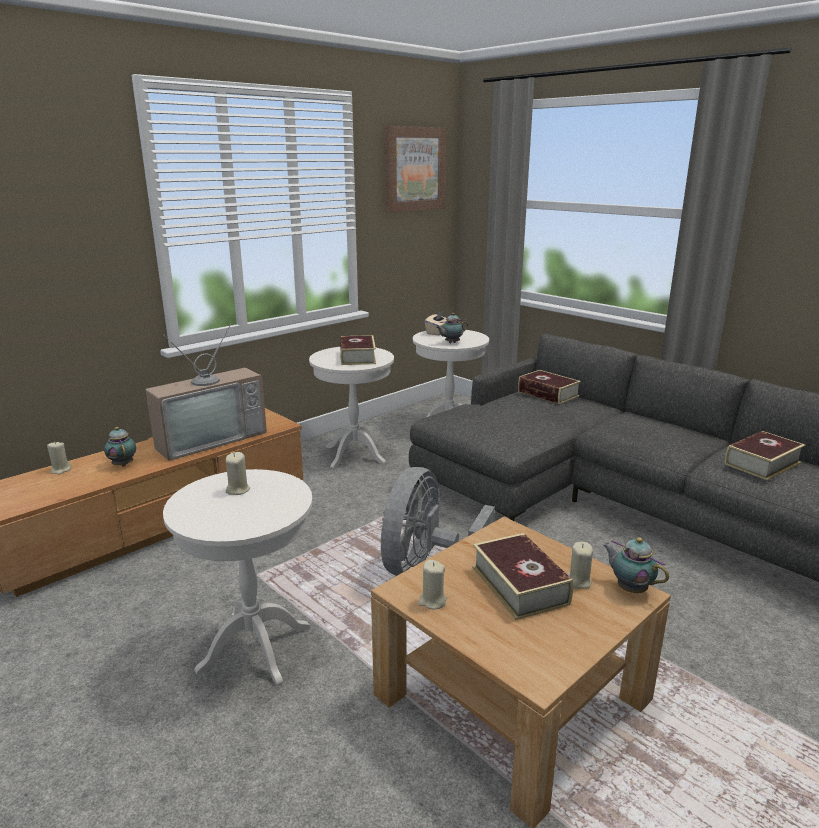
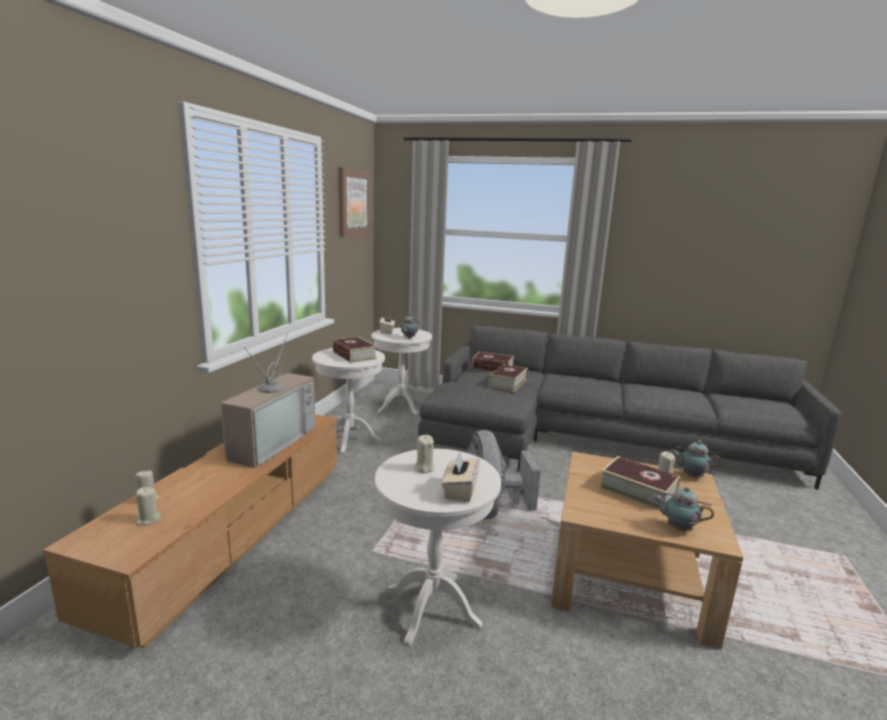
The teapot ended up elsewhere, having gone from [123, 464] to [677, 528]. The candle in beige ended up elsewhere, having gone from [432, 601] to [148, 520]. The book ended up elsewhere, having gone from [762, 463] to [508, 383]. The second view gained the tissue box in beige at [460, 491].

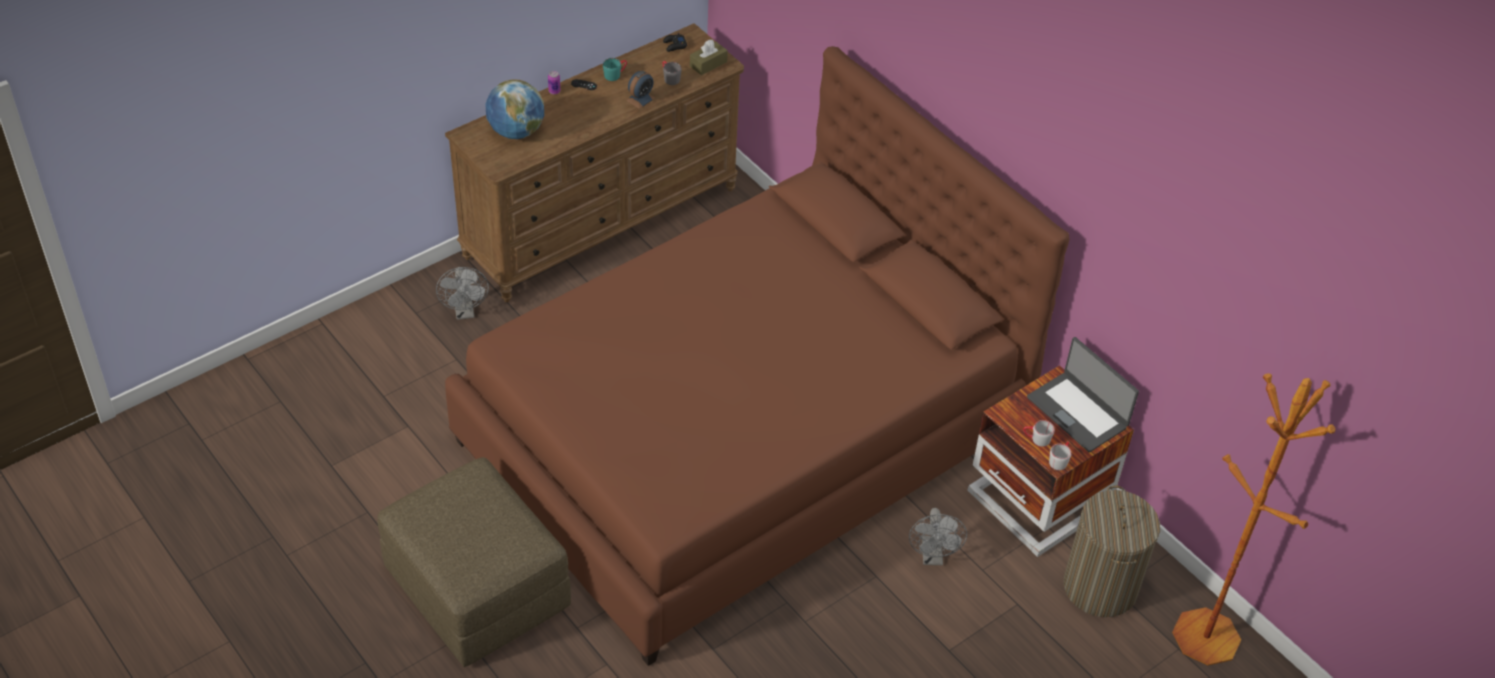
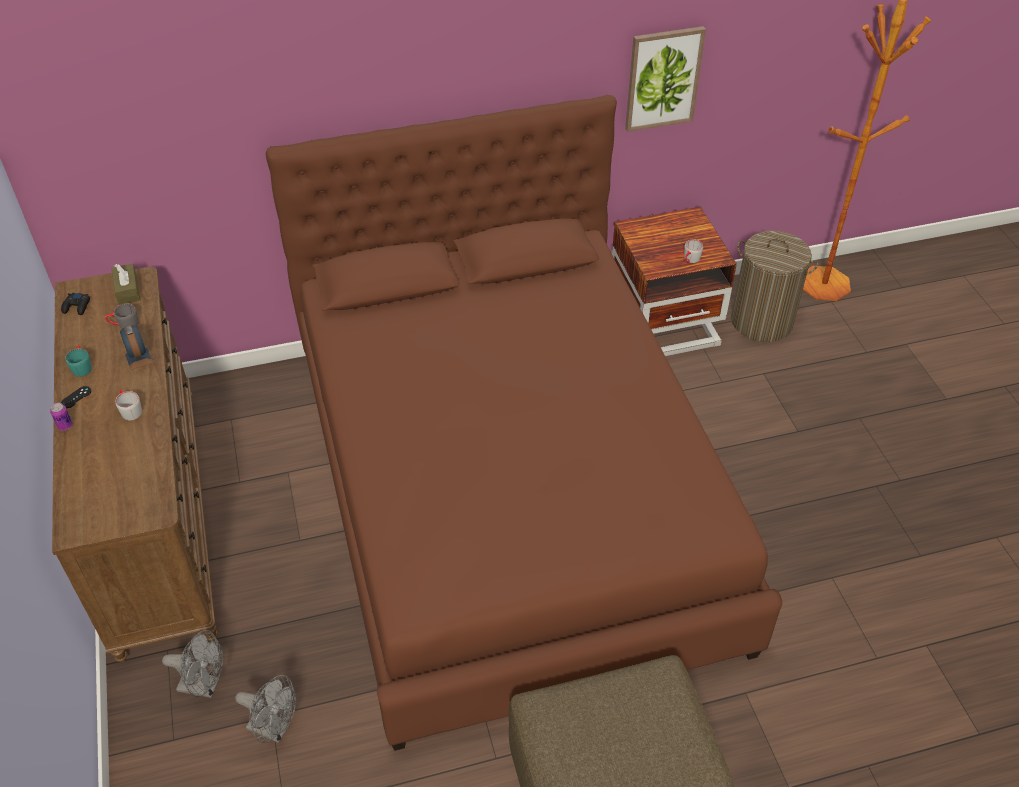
The second view lost the globe at [516, 132]. The fan in grey ended up elsewhere, having gone from [932, 557] to [274, 729]. The second view lost the laptop at [1078, 412]. The mug in grey ended up elsewhere, having gone from [1059, 460] to [129, 410]. The second view gained the picture at [663, 78].

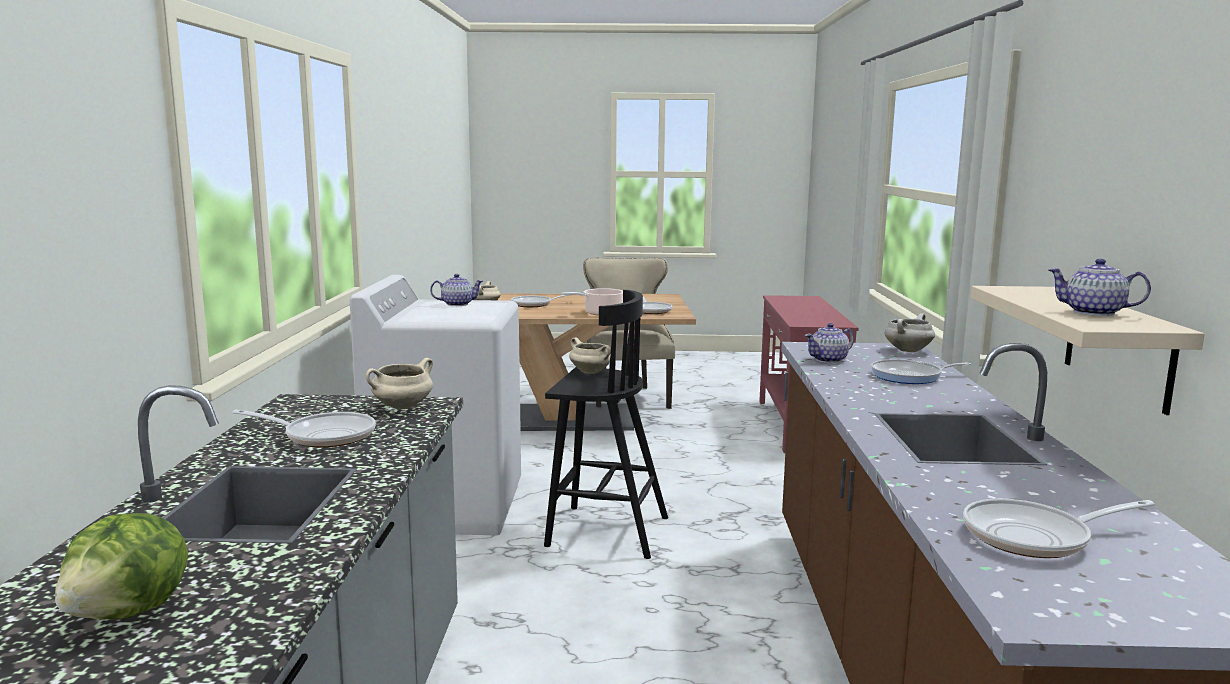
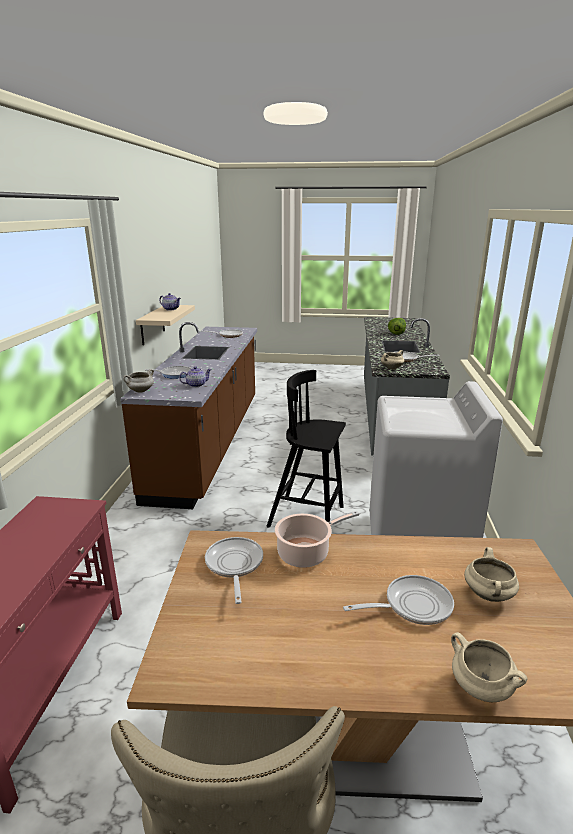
The second view lost the teapot at [457, 304]. The cooking pot in beige ended up elsewhere, having gone from [591, 372] to [479, 687].

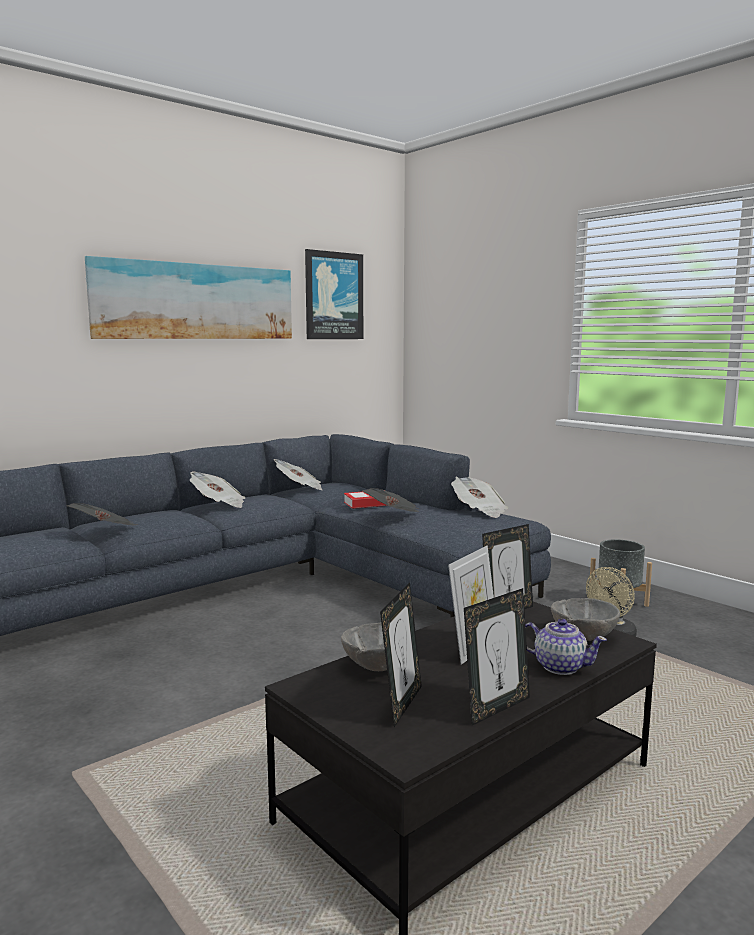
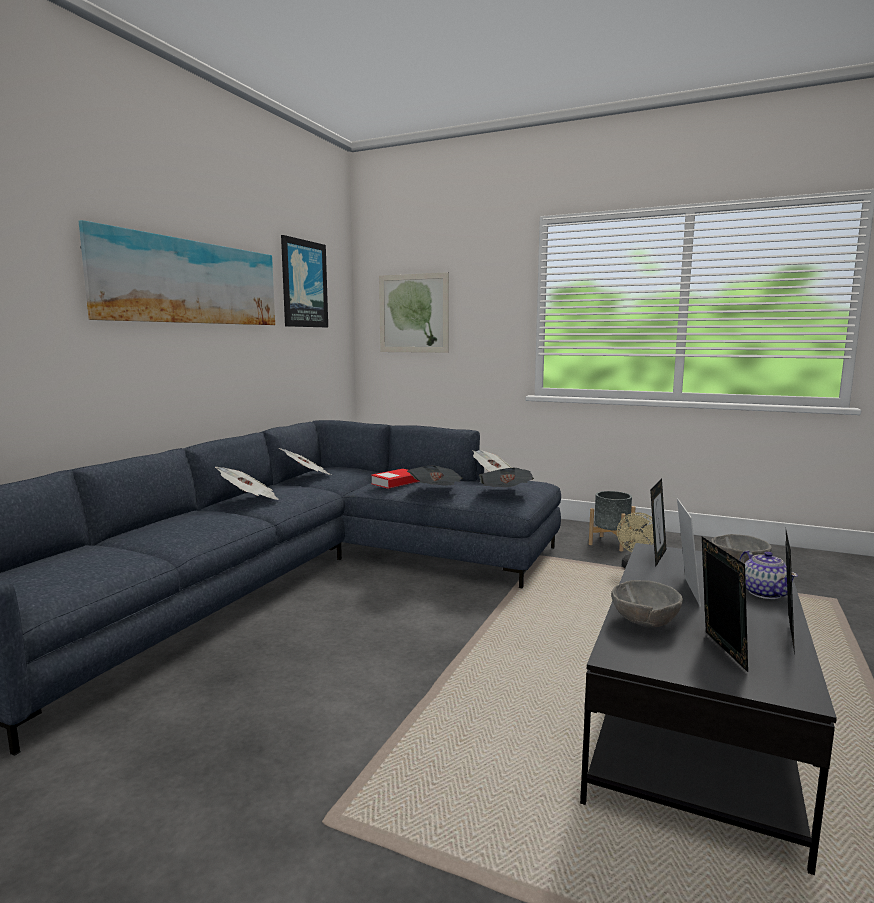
The newspaper ended up elsewhere, having gone from [105, 532] to [505, 493]. The teapot at [559, 666] ended up facing another way, 75 degrees clockwise from before. The second view gained the picture at [413, 313].

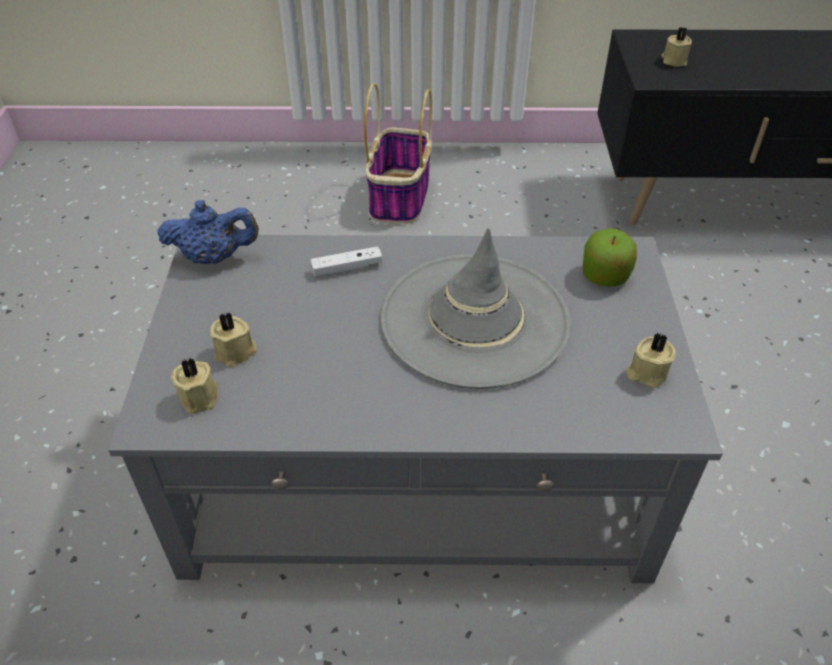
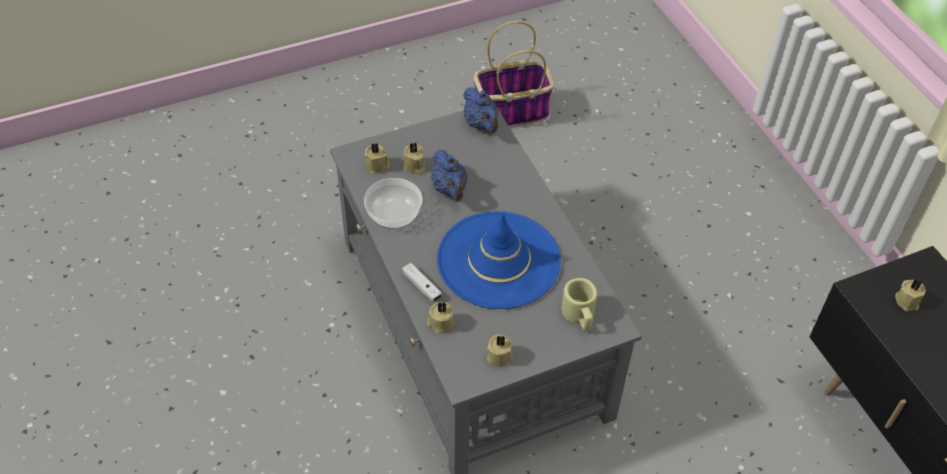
The game controller in white ended up elsewhere, having gone from [347, 268] to [422, 286]. The basket ended up elsewhere, having gone from [399, 198] to [511, 112]. What was the hat in grey at [474, 319] turned into the hat in blue at [498, 260]. Where the apple stood at [605, 275], the mug in beige came to stand at [579, 316]. The second view gained the bowl at [393, 213]. The second view gained the candle in beige at [440, 323]. The second view gained the teapot in blue at [450, 189].

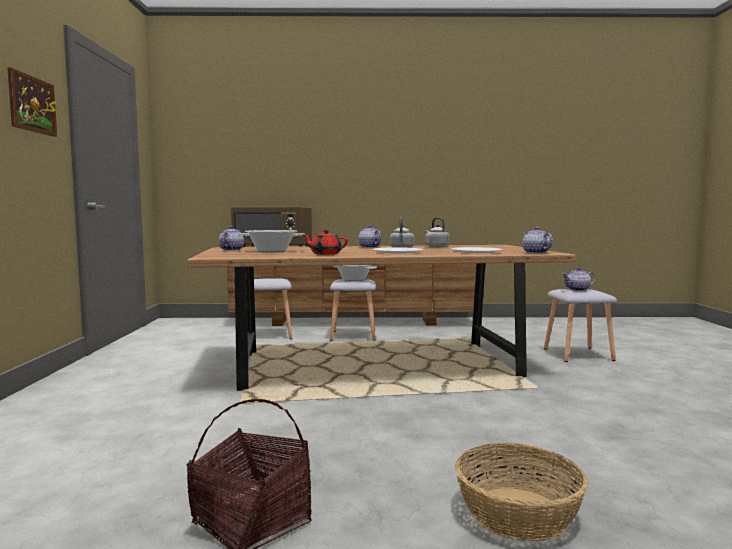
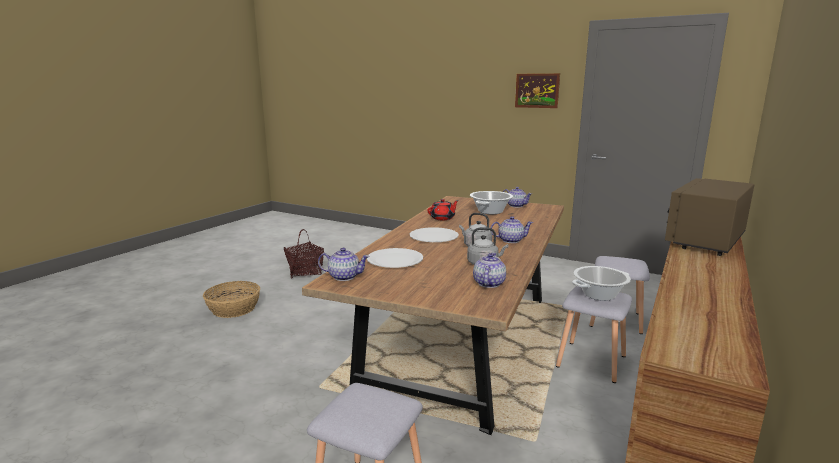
The teapot ended up elsewhere, having gone from [578, 289] to [488, 283].

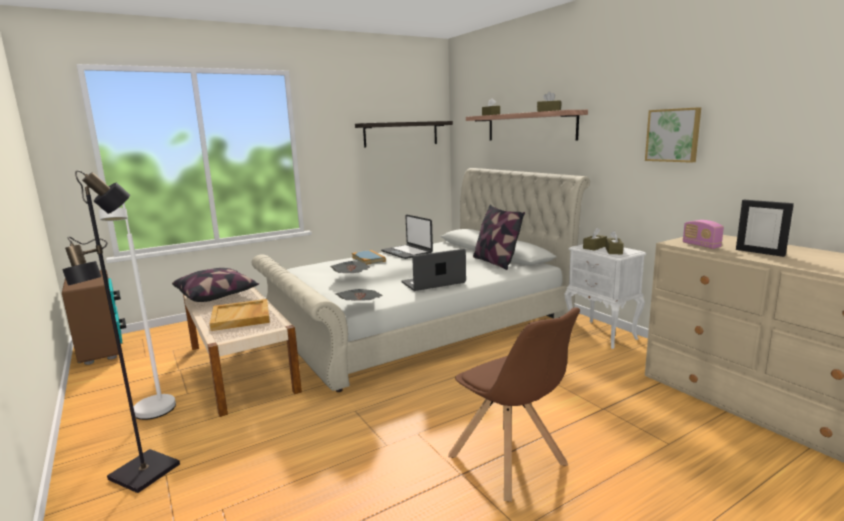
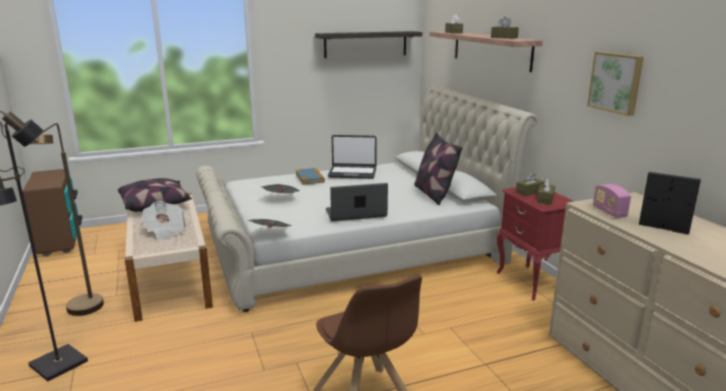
What was the floor lamp in white at [155, 414] turned into the floor lamp in brown at [84, 311]. Where the tray in beige stood at [241, 317], the newspaper came to stand at [165, 232]. The laptop at [407, 252] ended up facing another way, 60 degrees counterclockwise from before. What was the nightstand in white at [601, 334] turned into the nightstand in red at [530, 282]. The picture frame at [760, 252] ended up facing another way, 150 degrees clockwise from before.

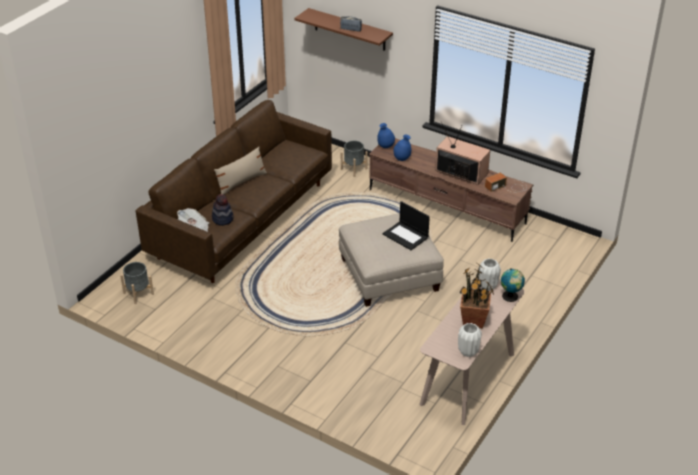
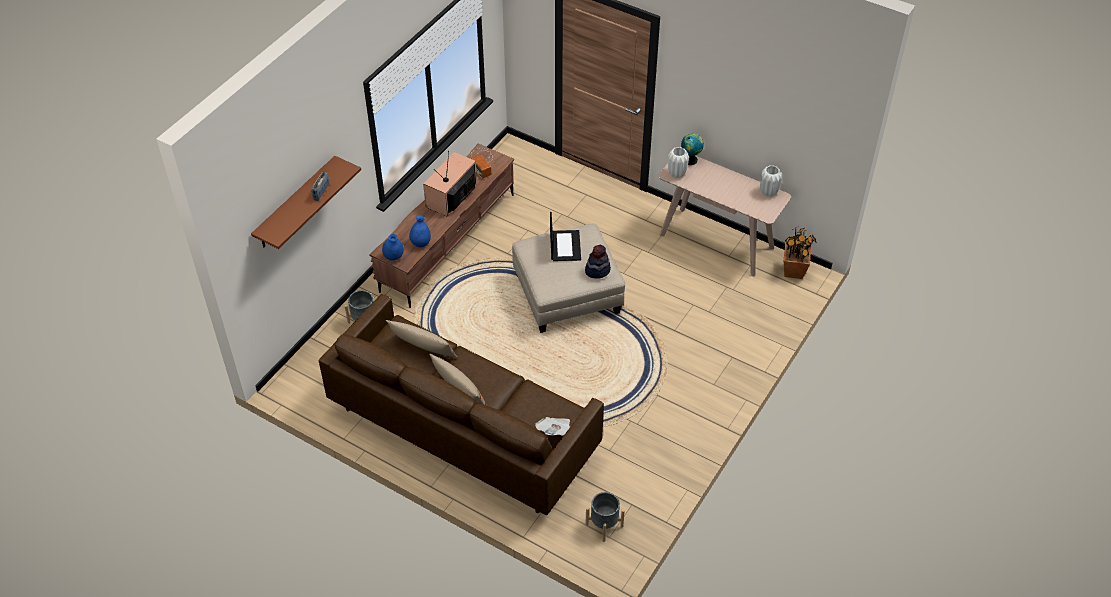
The hat ended up elsewhere, having gone from [223, 219] to [597, 270]. The laptop at [406, 236] ended up facing another way, 45 degrees counterclockwise from before. The potted plant ended up elsewhere, having gone from [473, 321] to [794, 271]. The second view gained the pillow in beige at [423, 349].

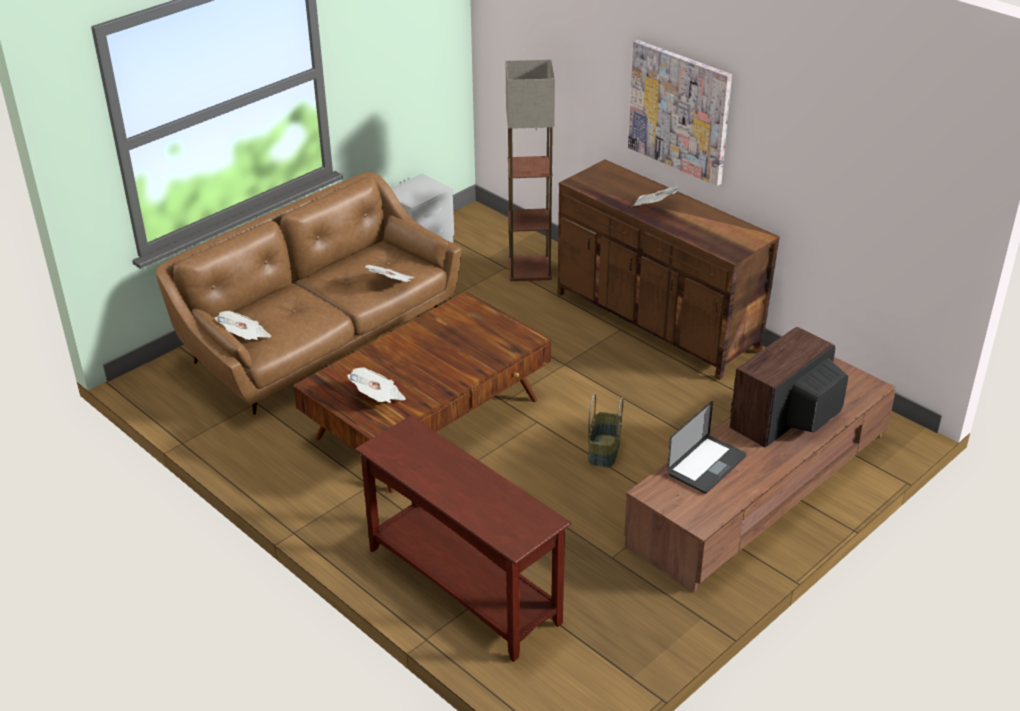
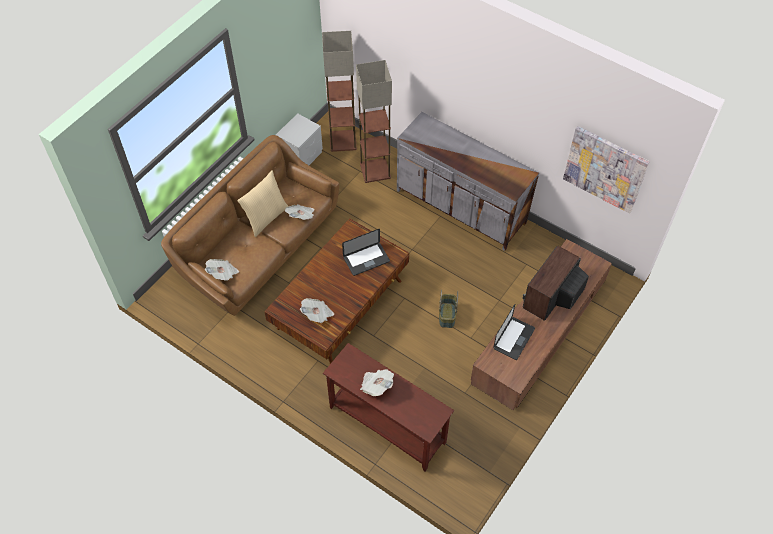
What was the cabinet in brown at [656, 323] turned into the cabinet in grey at [461, 208]. The picture ended up elsewhere, having gone from [679, 111] to [605, 169]. The newspaper ended up elsewhere, having gone from [654, 207] to [376, 385]. The second view gained the pillow in beige at [266, 217]. The second view gained the floor lamp at [343, 140]. The second view gained the laptop at [366, 259].

